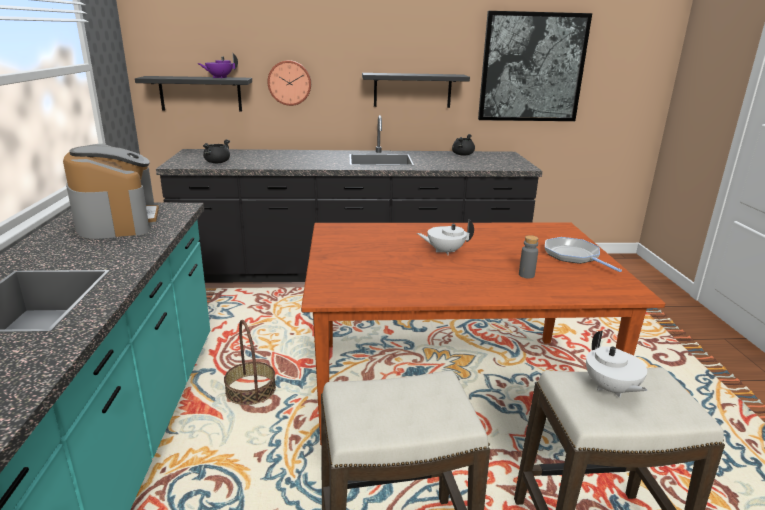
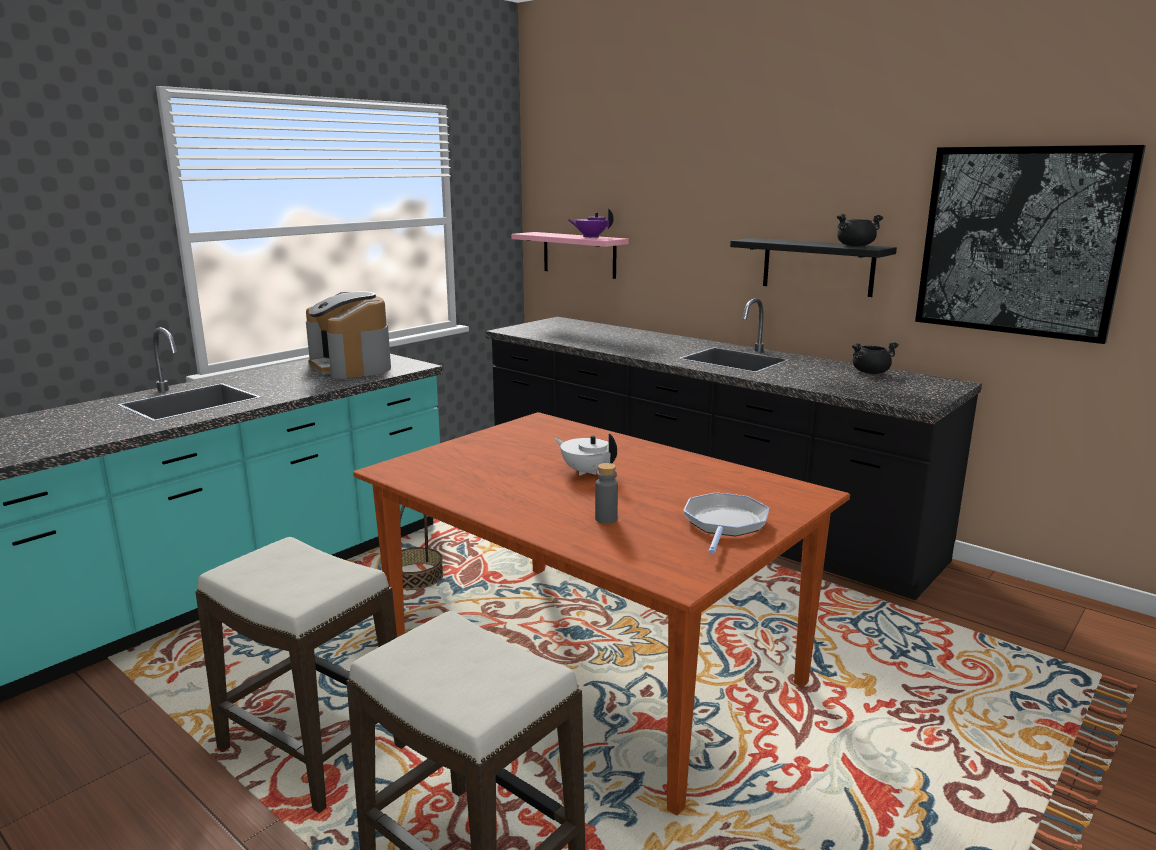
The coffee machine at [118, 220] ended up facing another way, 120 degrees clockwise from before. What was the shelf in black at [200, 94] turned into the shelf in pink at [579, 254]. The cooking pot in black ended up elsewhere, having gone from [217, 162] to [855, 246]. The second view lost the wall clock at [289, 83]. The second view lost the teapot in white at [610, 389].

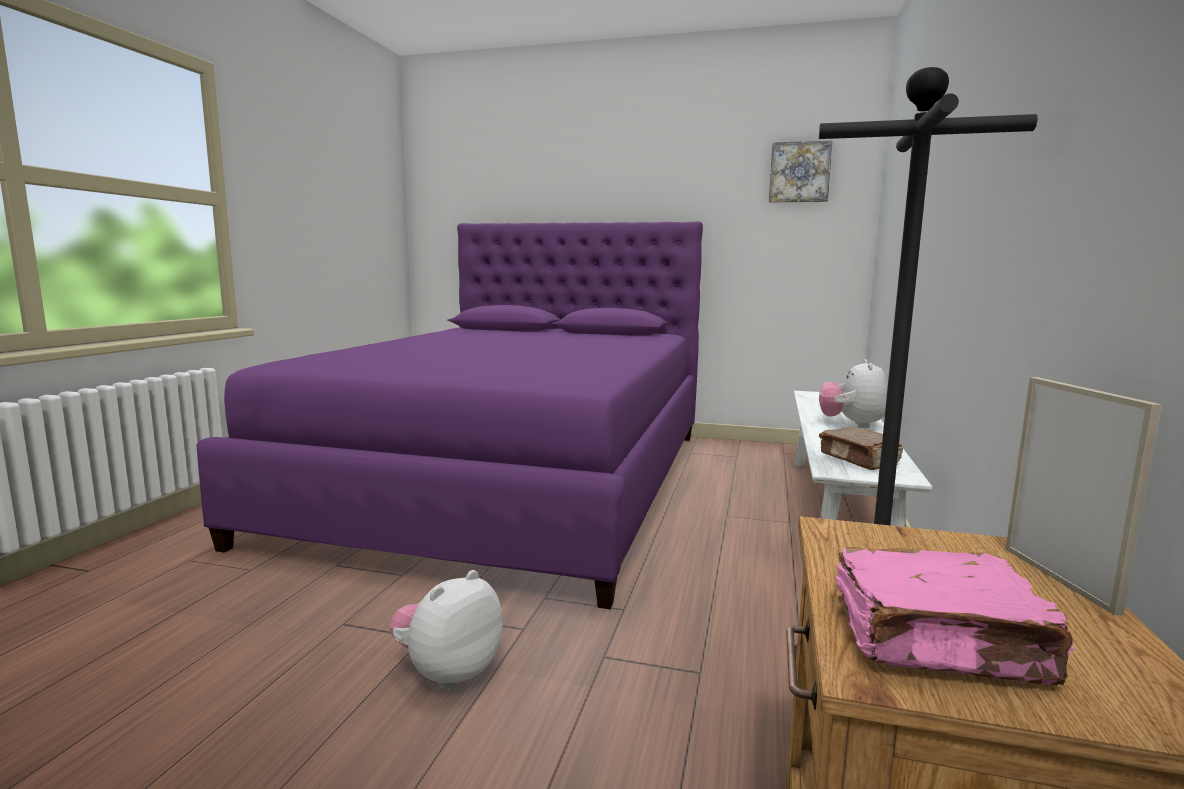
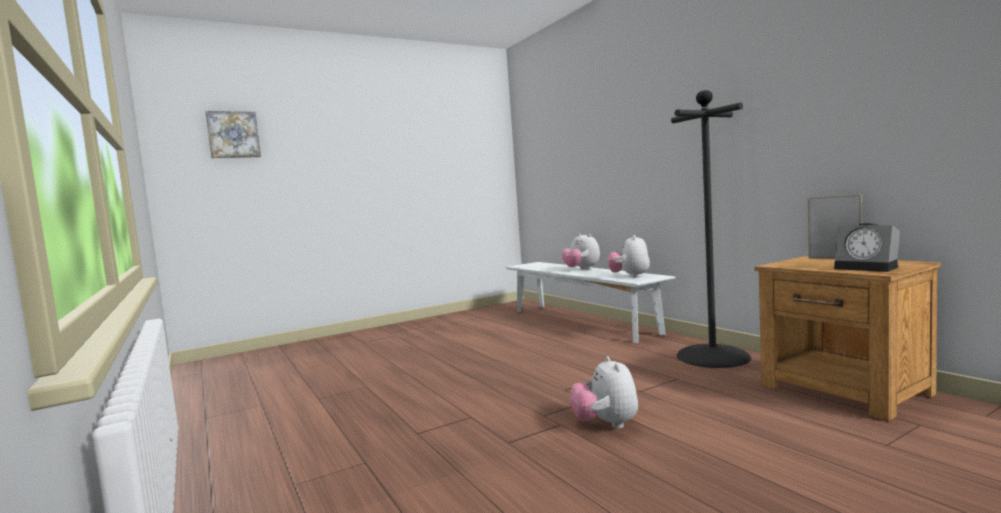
The second view lost the bed in purple at [514, 480]. The picture ended up elsewhere, having gone from [799, 172] to [233, 135]. Where the book in brown stood at [859, 460], the plush toy came to stand at [630, 276]. Where the book in pink stood at [940, 644], the alarm clock came to stand at [868, 268].

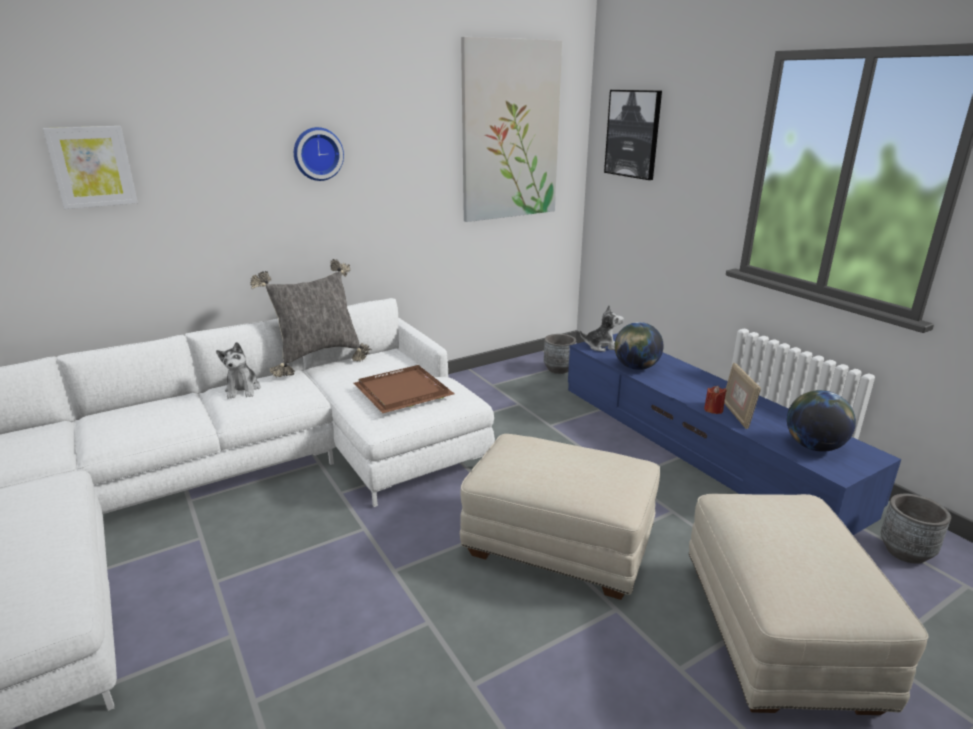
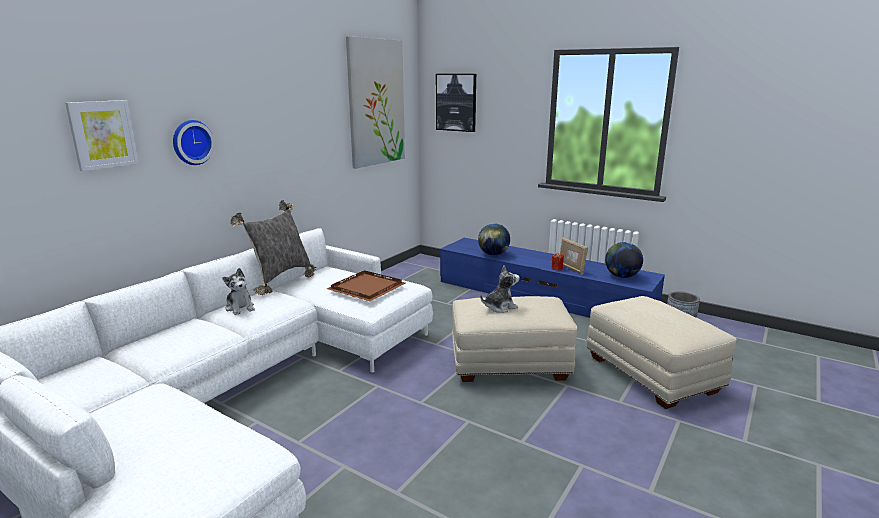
The wall clock ended up elsewhere, having gone from [317, 154] to [191, 142]. The second view lost the planter in grey at [559, 369]. The plush toy ended up elsewhere, having gone from [601, 346] to [499, 307].

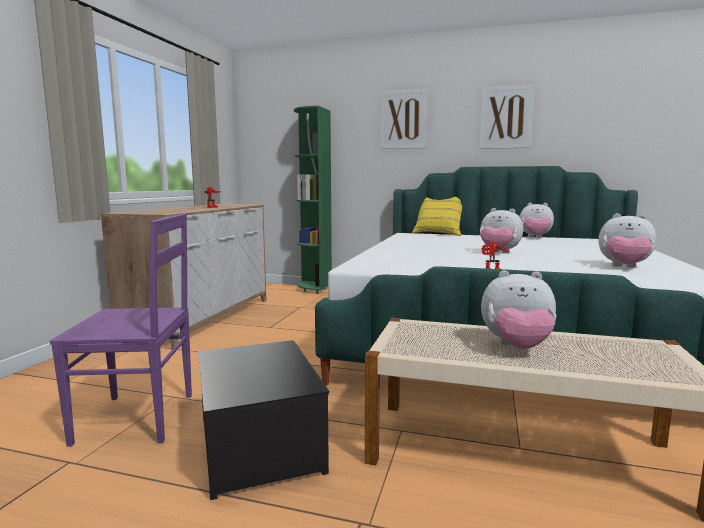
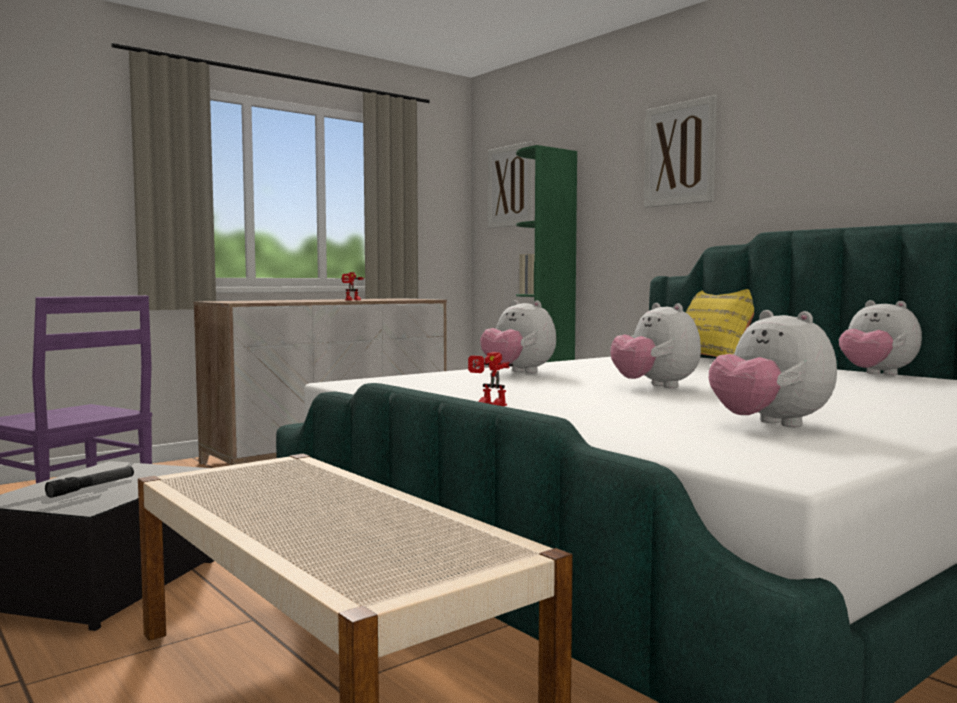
The picture ended up elsewhere, having gone from [506, 117] to [510, 186]. The plush toy ended up elsewhere, having gone from [517, 347] to [518, 373]. The second view gained the flashlight at [92, 487].

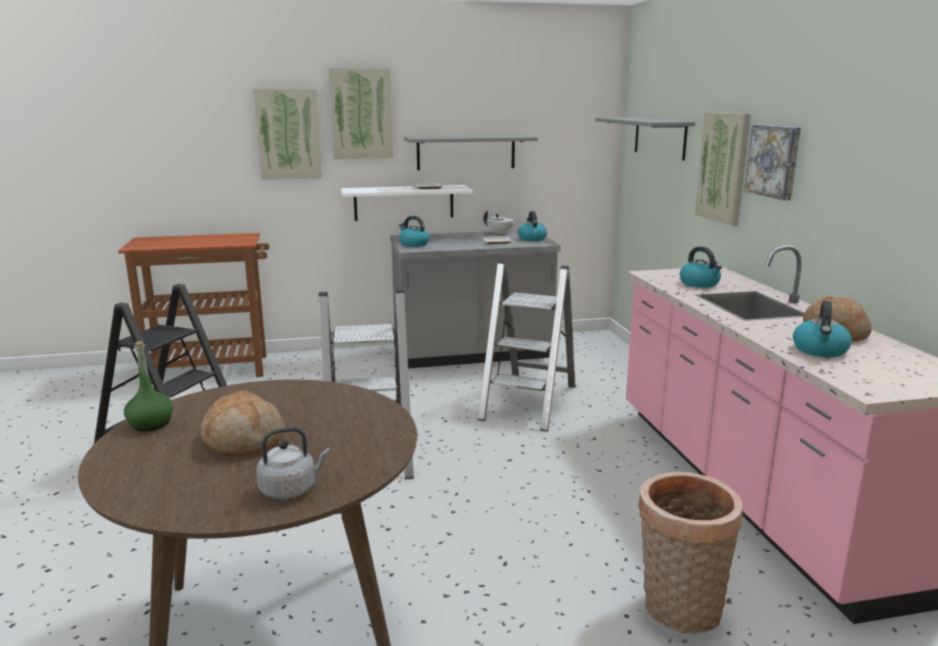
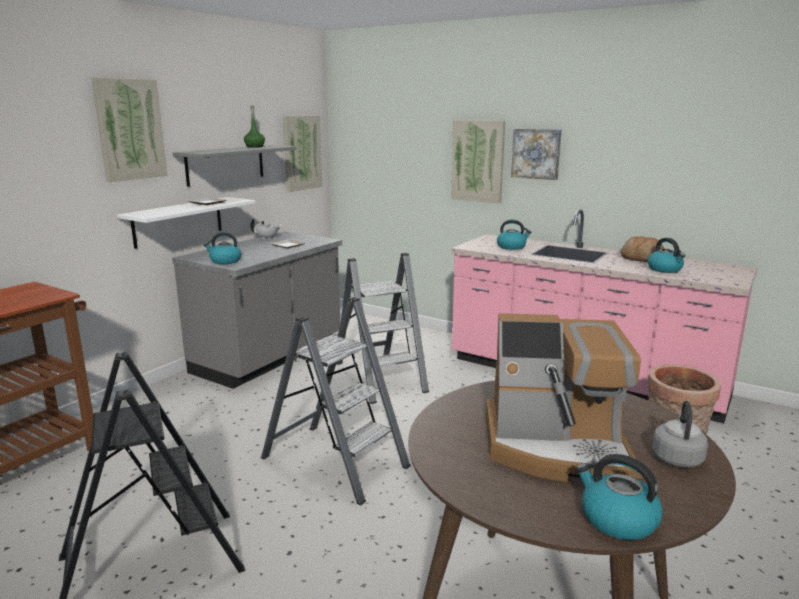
The bottle in green ended up elsewhere, having gone from [151, 424] to [255, 147]. Where the bread stood at [243, 440], the coffee machine came to stand at [557, 448]. The picture ended up elsewhere, having gone from [288, 134] to [301, 153]. The kettle ended up elsewhere, having gone from [531, 239] to [617, 520]. The second view lost the shelf in grey at [659, 137].

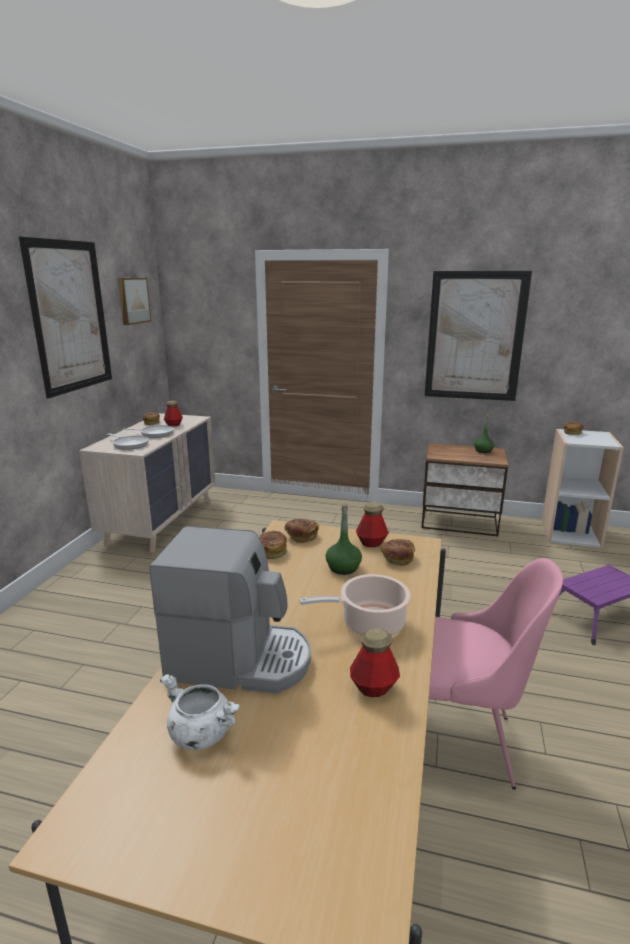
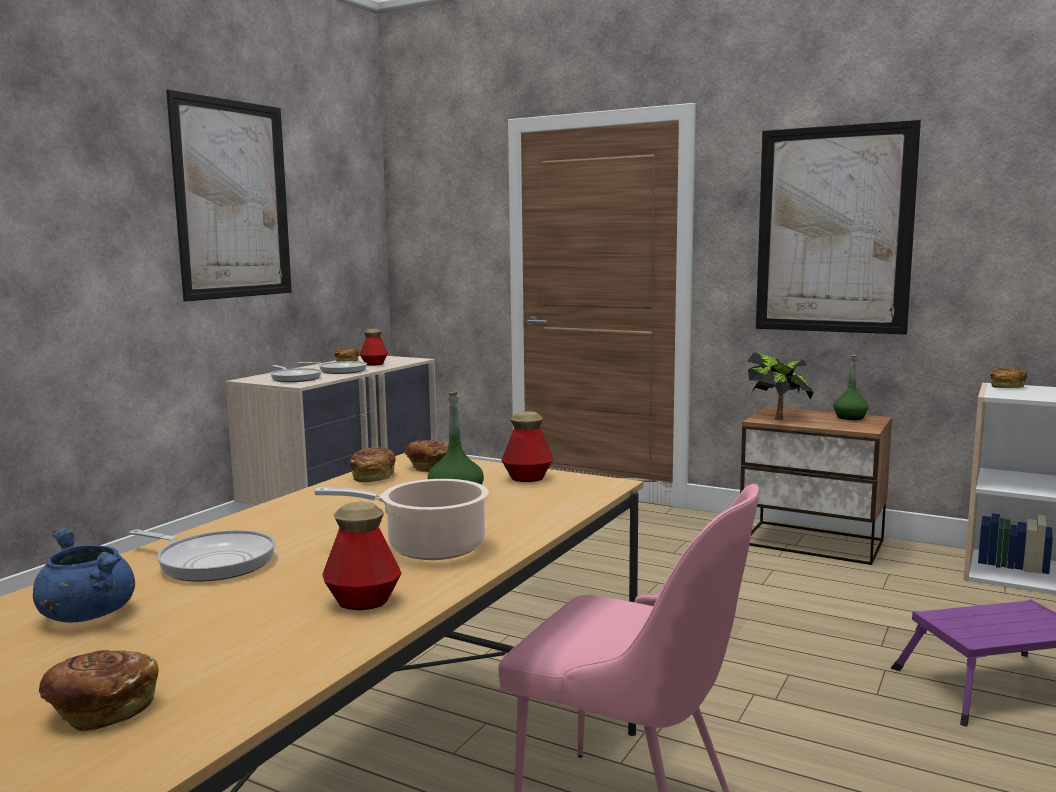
The second view lost the picture at [132, 300]. Where the coffee machine stood at [239, 660], the frying pan came to stand at [212, 562]. What was the cooking pot in white at [200, 734] turned into the cooking pot in blue at [87, 614]. The bread ended up elsewhere, having gone from [397, 559] to [101, 710]. The second view gained the potted plant at [778, 417].

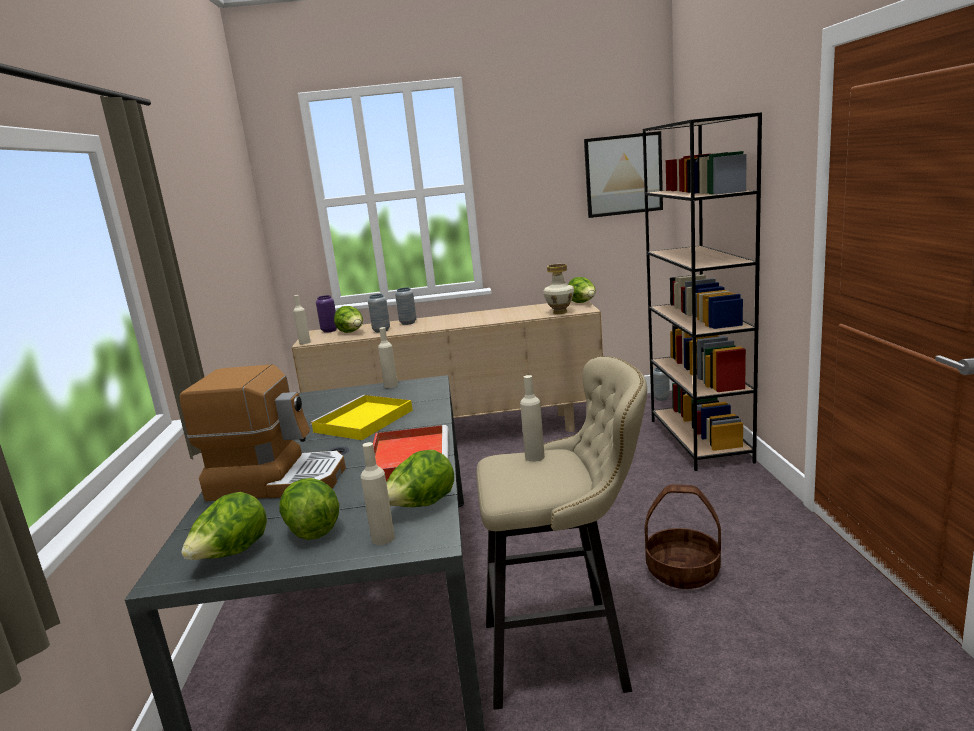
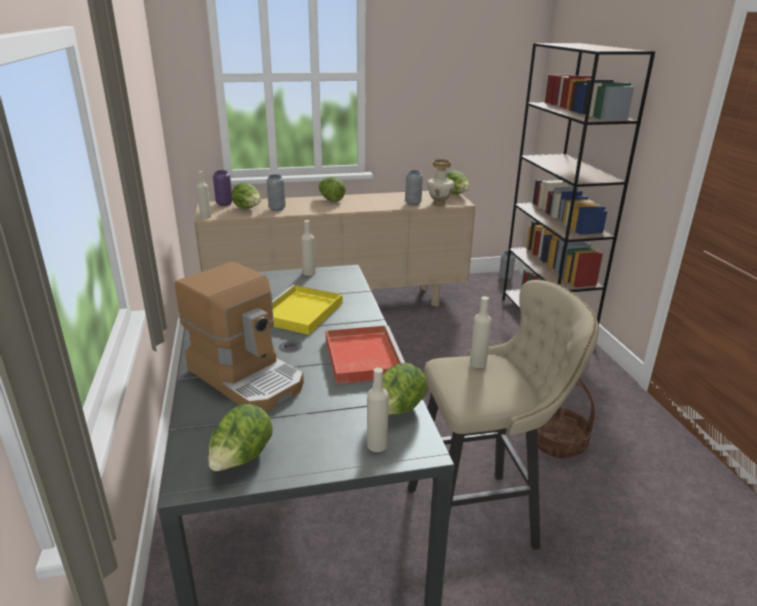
The coffee machine at [278, 480] ended up facing another way, 45 degrees clockwise from before. The lettuce ended up elsewhere, having gone from [312, 529] to [331, 199]. The vase in grey ended up elsewhere, having gone from [408, 323] to [413, 203]. The second view lost the picture at [623, 175].

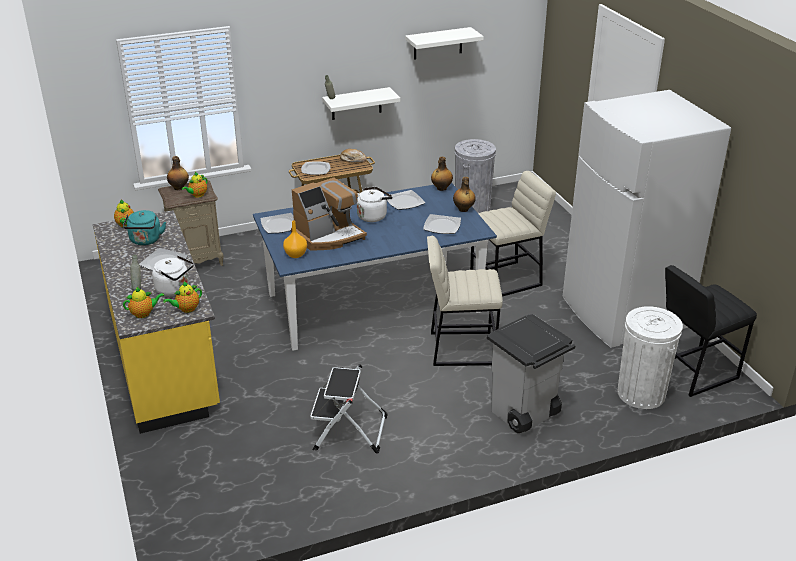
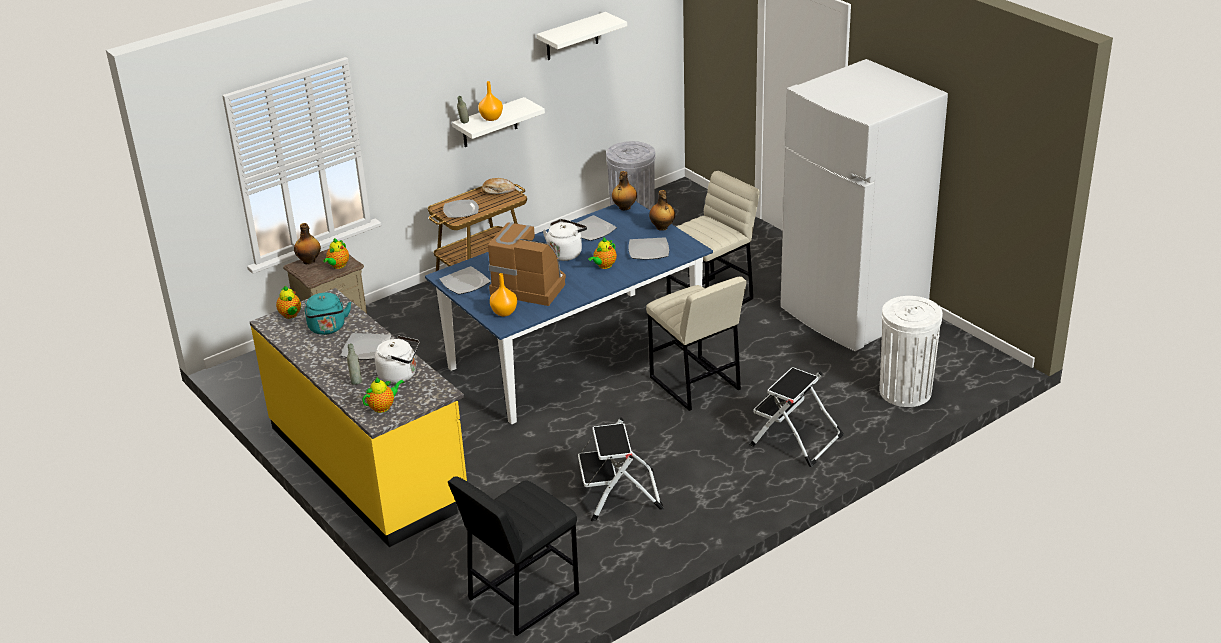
The teapot ended up elsewhere, having gone from [186, 309] to [604, 266]. The coffee machine at [328, 237] ended up facing another way, 105 degrees counterclockwise from before. The chair in beige at [460, 348] ended up facing another way, 105 degrees counterclockwise from before. Where the trash can in grey stood at [524, 414], the step ladder came to stand at [795, 438]. The chair in black ended up elsewhere, having gone from [693, 372] to [521, 598]. The second view gained the vase in orange at [492, 118].

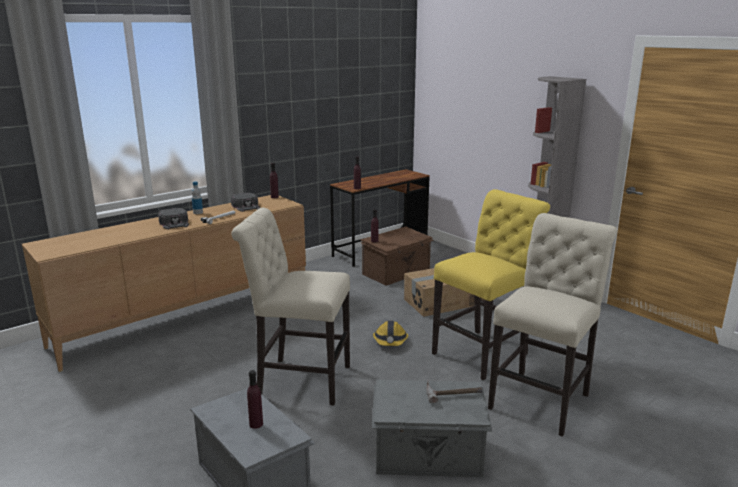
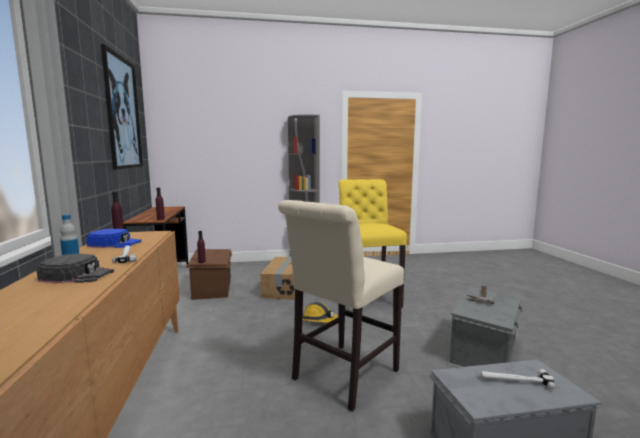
What was the cap in black at [246, 206] turned into the cap in blue at [115, 243]. Where the bottle in purple stood at [256, 424], the hammer came to stand at [515, 380]. The second view lost the stool in beige at [542, 399]. The second view gained the picture at [123, 113].

